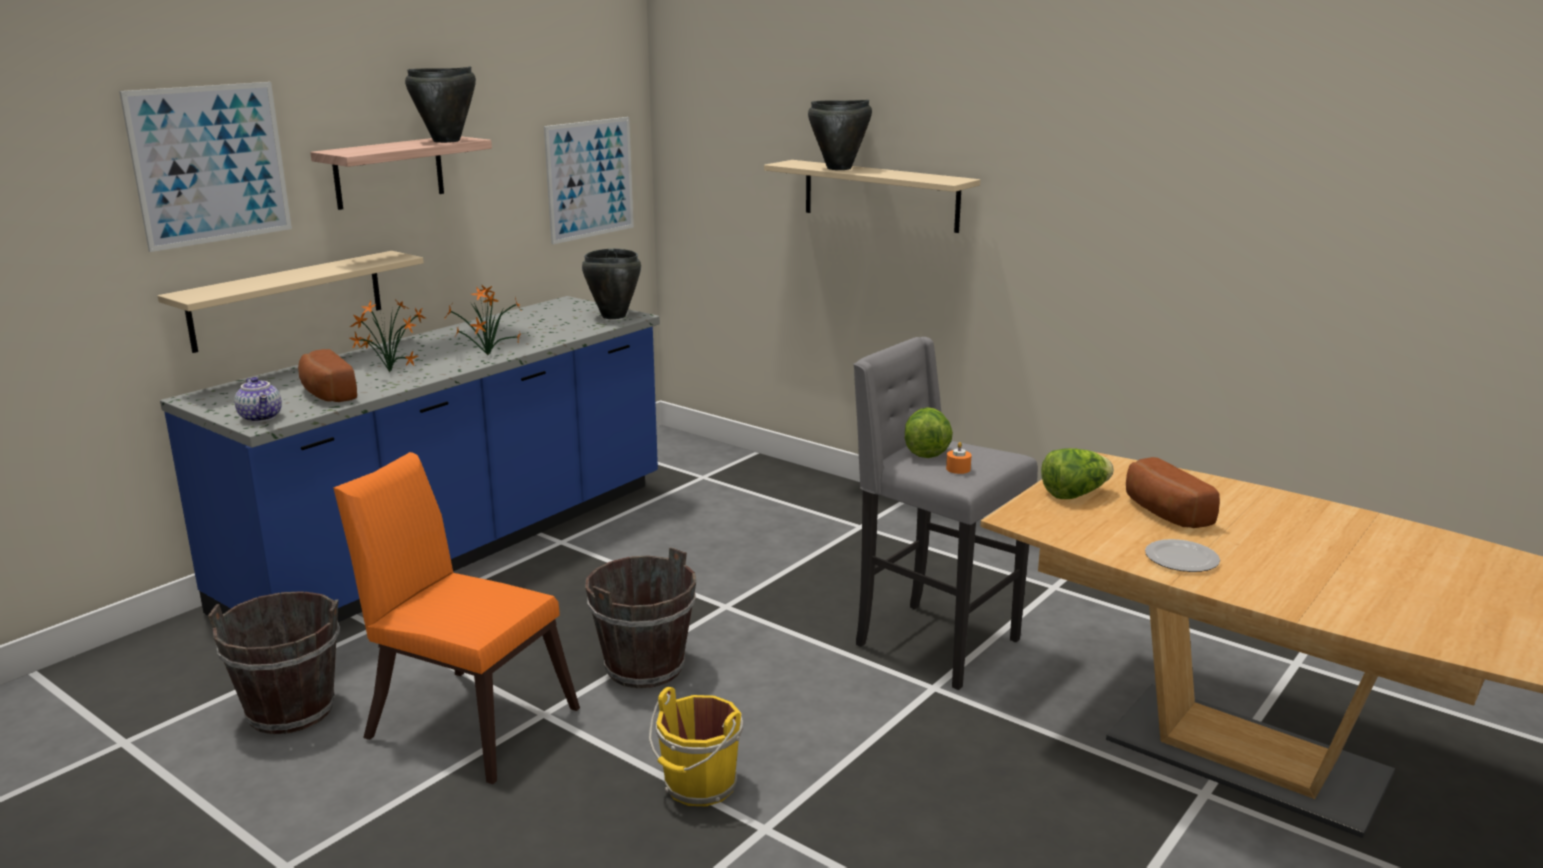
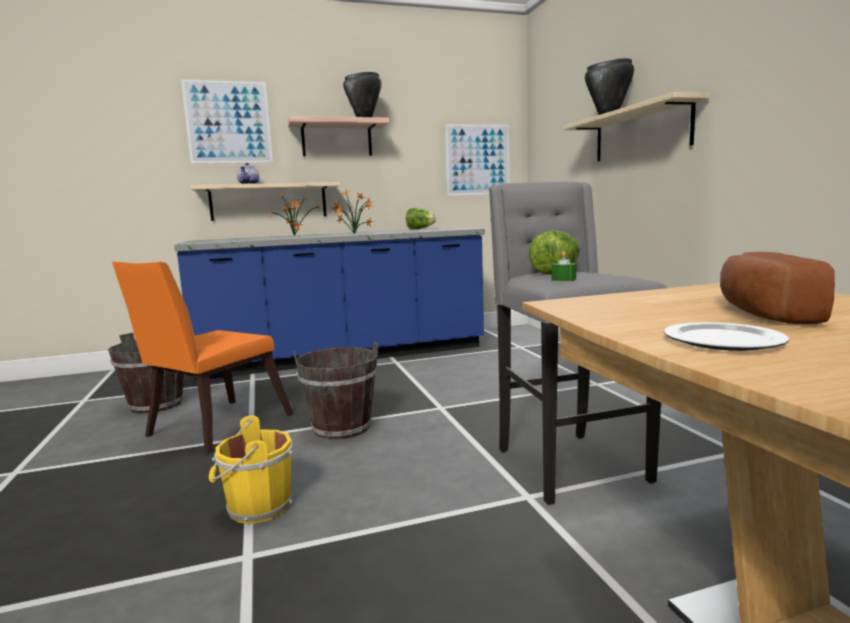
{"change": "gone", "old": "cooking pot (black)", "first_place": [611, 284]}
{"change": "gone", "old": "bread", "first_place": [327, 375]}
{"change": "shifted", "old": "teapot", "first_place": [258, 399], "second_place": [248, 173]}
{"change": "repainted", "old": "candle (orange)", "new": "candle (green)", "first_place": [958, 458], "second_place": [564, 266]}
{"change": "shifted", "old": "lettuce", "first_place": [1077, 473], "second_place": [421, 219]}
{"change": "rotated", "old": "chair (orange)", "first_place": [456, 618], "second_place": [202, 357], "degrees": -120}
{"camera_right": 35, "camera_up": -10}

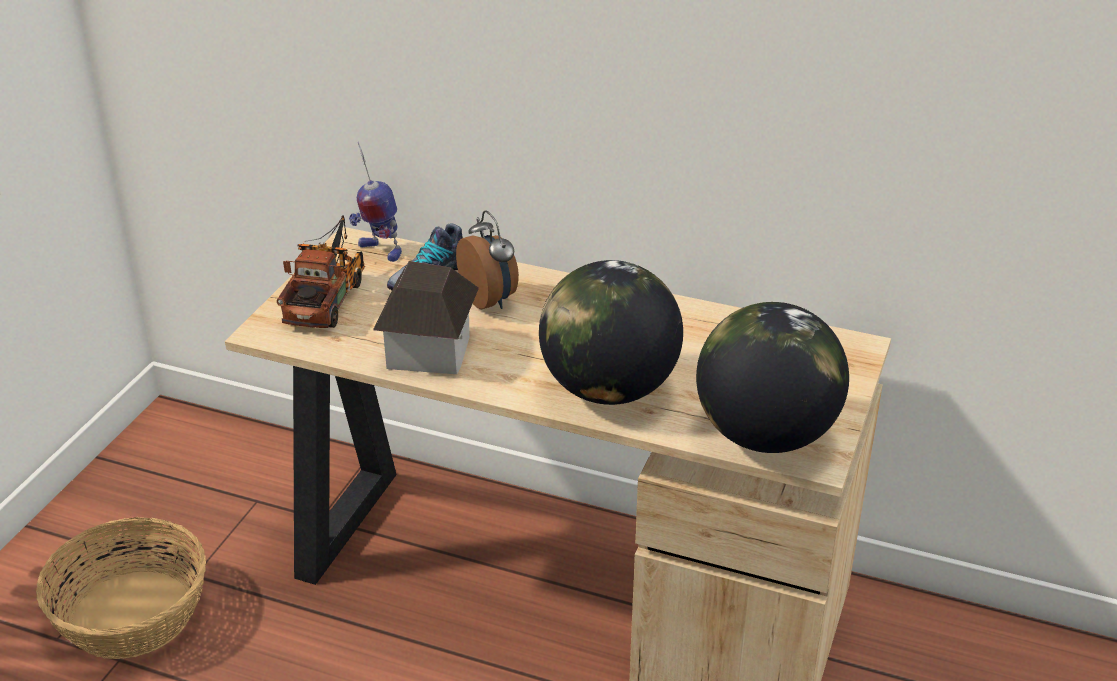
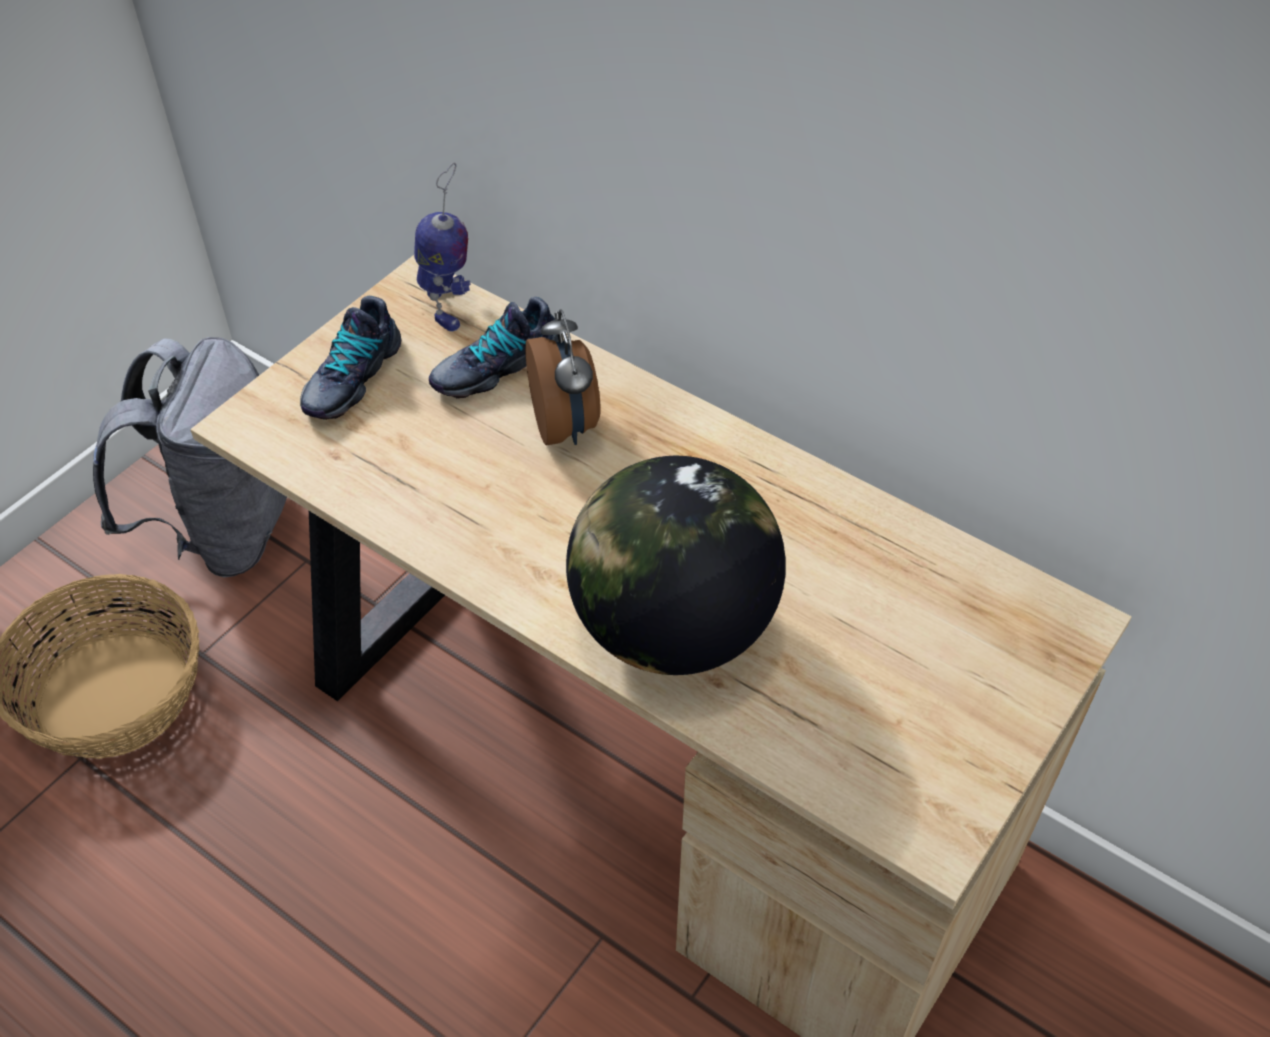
{"change": "rotated", "old": "toy robot", "first_place": [375, 202], "second_place": [442, 247], "degrees": -150}
{"change": "swapped", "old": "toy truck", "new": "shoe", "first_place": [321, 272], "second_place": [350, 358]}
{"change": "gone", "old": "toy house", "first_place": [426, 317]}
{"change": "gone", "old": "globe", "first_place": [772, 377]}
{"change": "new", "new": "backpack (grey)", "second_place": [190, 457]}
{"camera_right": 15, "camera_up": 15}

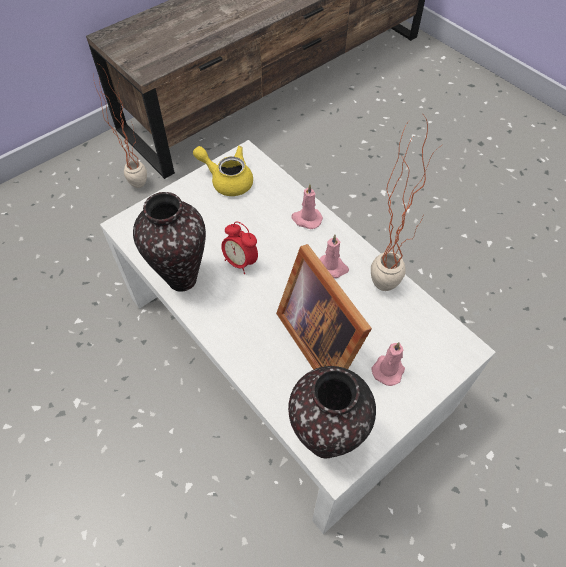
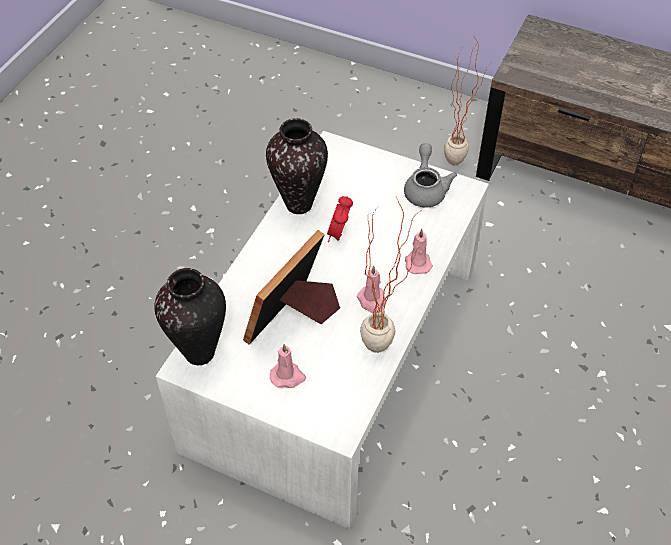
{"change": "repainted", "old": "teapot (yellow)", "new": "teapot (grey)", "first_place": [223, 171], "second_place": [430, 175]}
{"camera_right": 65, "camera_up": -5}

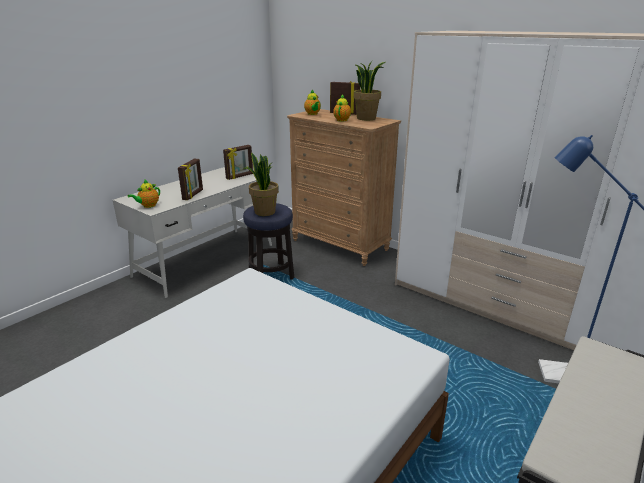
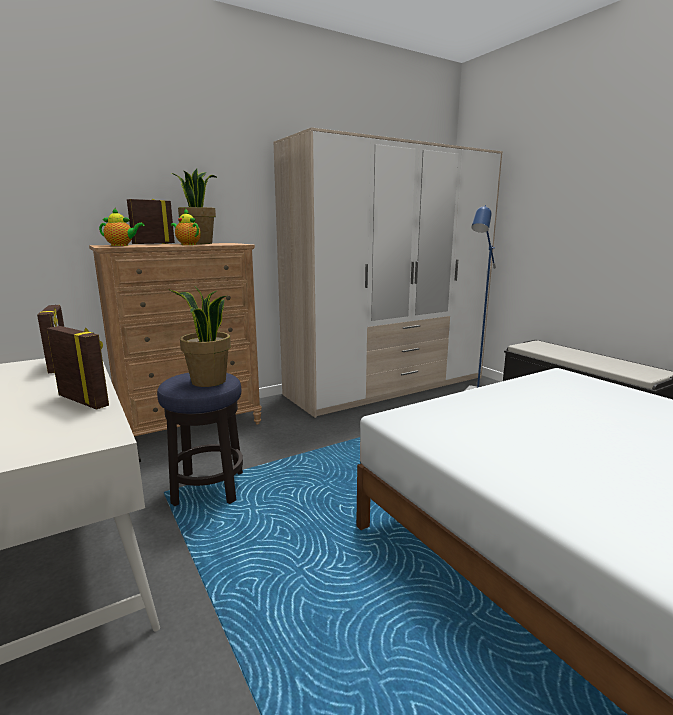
{"change": "gone", "old": "teapot", "first_place": [144, 193]}
{"camera_right": -70, "camera_up": -10}

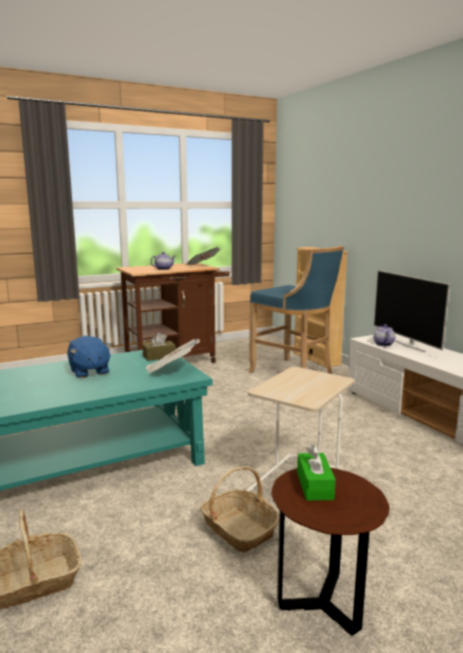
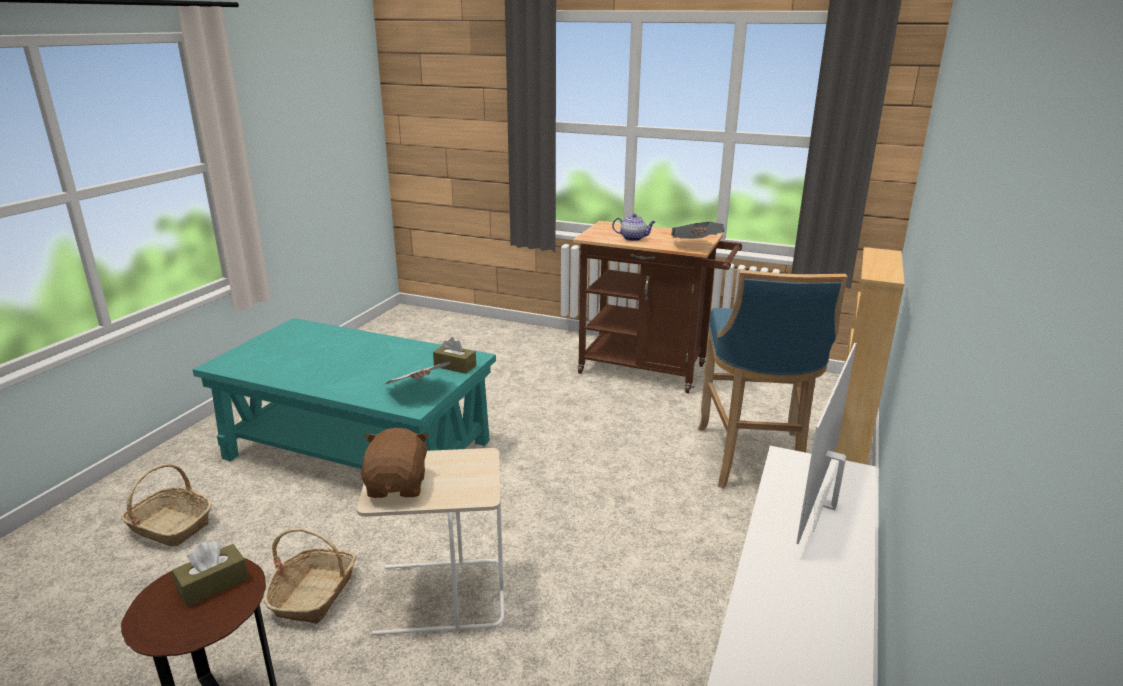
{"change": "gone", "old": "teapot", "first_place": [384, 335]}
{"change": "gone", "old": "plush toy (blue)", "first_place": [89, 357]}
{"change": "repainted", "old": "tissue box (green)", "new": "tissue box (brown)", "first_place": [316, 473], "second_place": [210, 574]}
{"change": "new", "new": "plush toy (brown)", "second_place": [395, 463]}
{"camera_right": 50, "camera_up": 10}

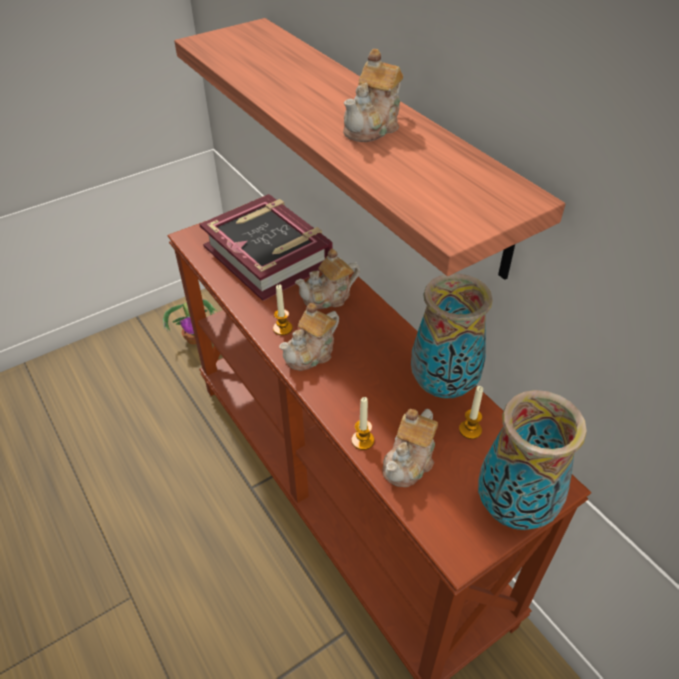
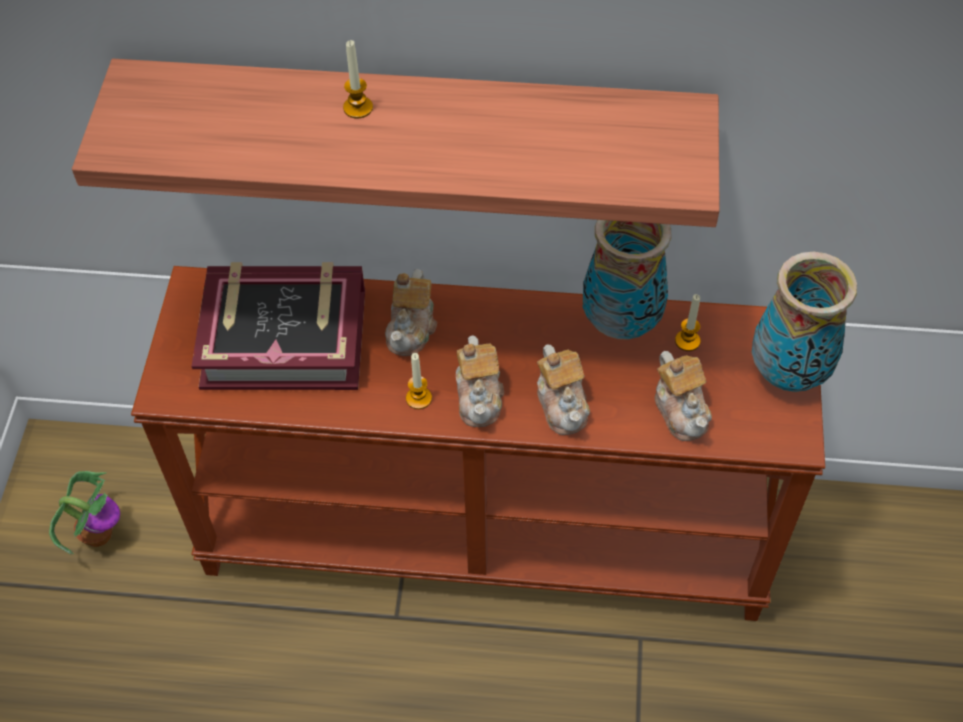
{"change": "shifted", "old": "teapot", "first_place": [373, 95], "second_place": [563, 389]}
{"change": "shifted", "old": "candle", "first_place": [363, 423], "second_place": [358, 79]}
{"camera_right": -50, "camera_up": 10}

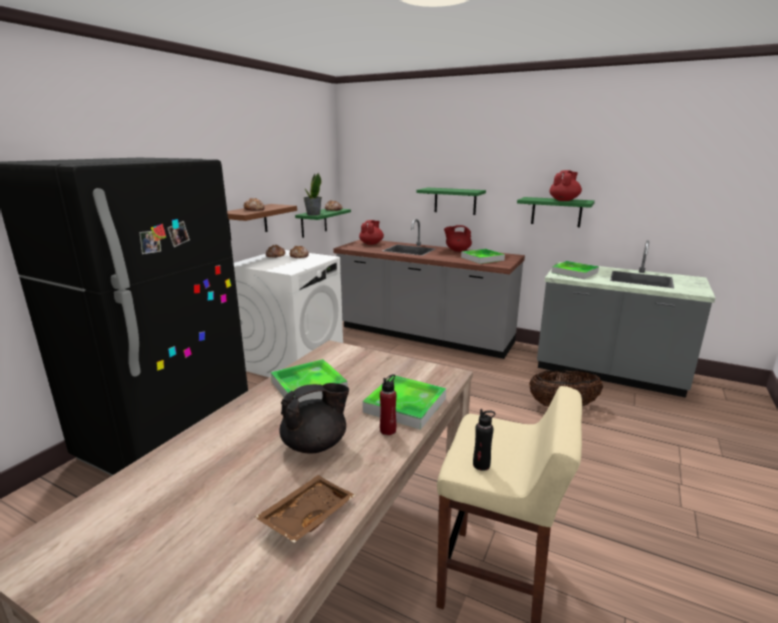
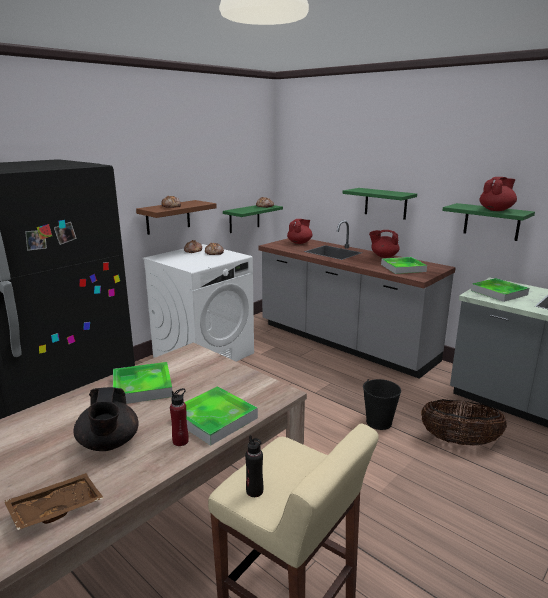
{"change": "gone", "old": "potted plant", "first_place": [313, 194]}
{"change": "rotated", "old": "teapot (black)", "first_place": [314, 418], "second_place": [106, 419], "degrees": 90}
{"change": "new", "new": "bucket (black)", "second_place": [382, 404]}
{"camera_right": 15, "camera_up": 0}

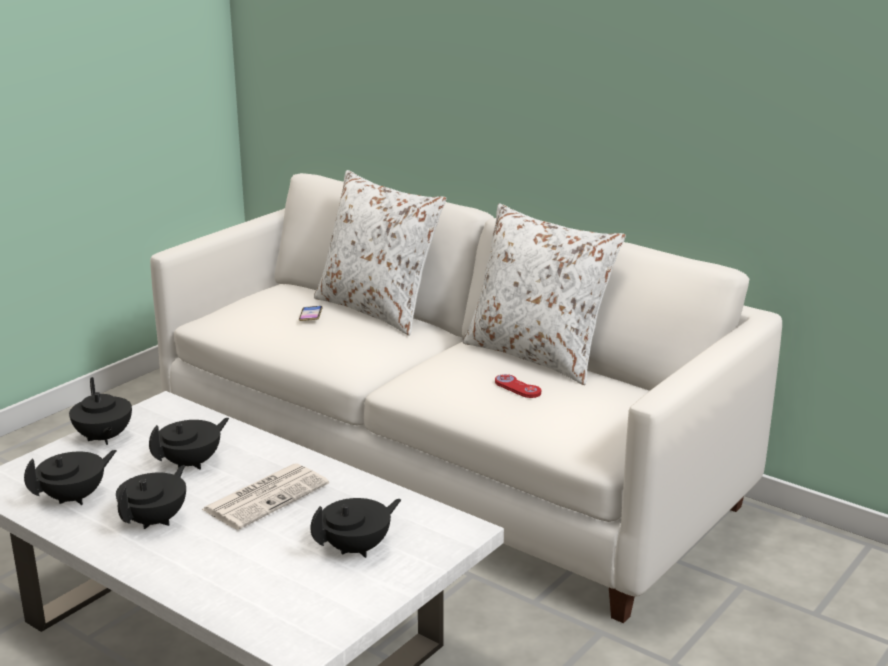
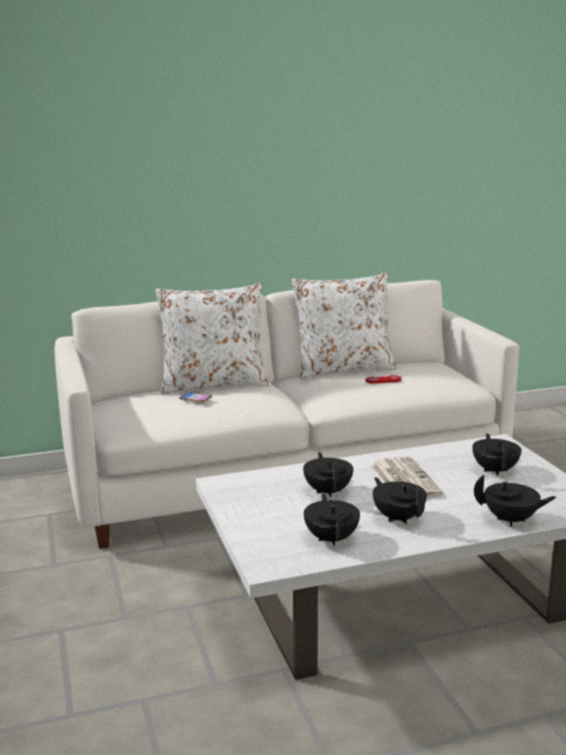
{"change": "shifted", "old": "teapot (black)", "first_place": [100, 411], "second_place": [515, 501]}
{"camera_right": -55, "camera_up": -5}

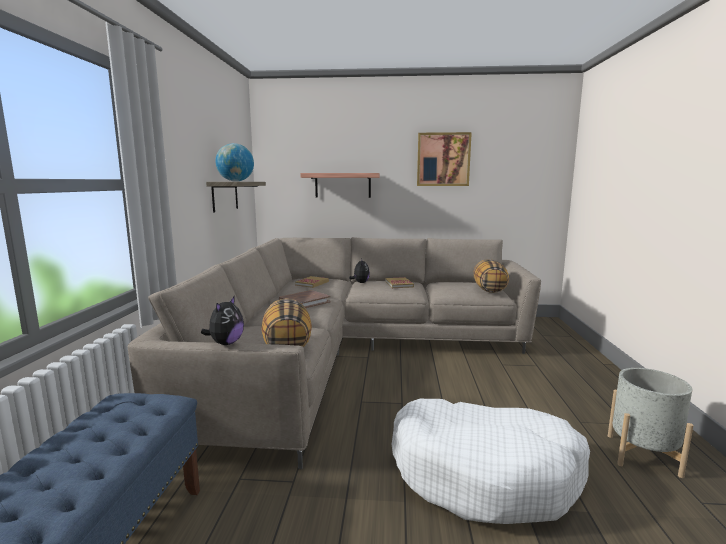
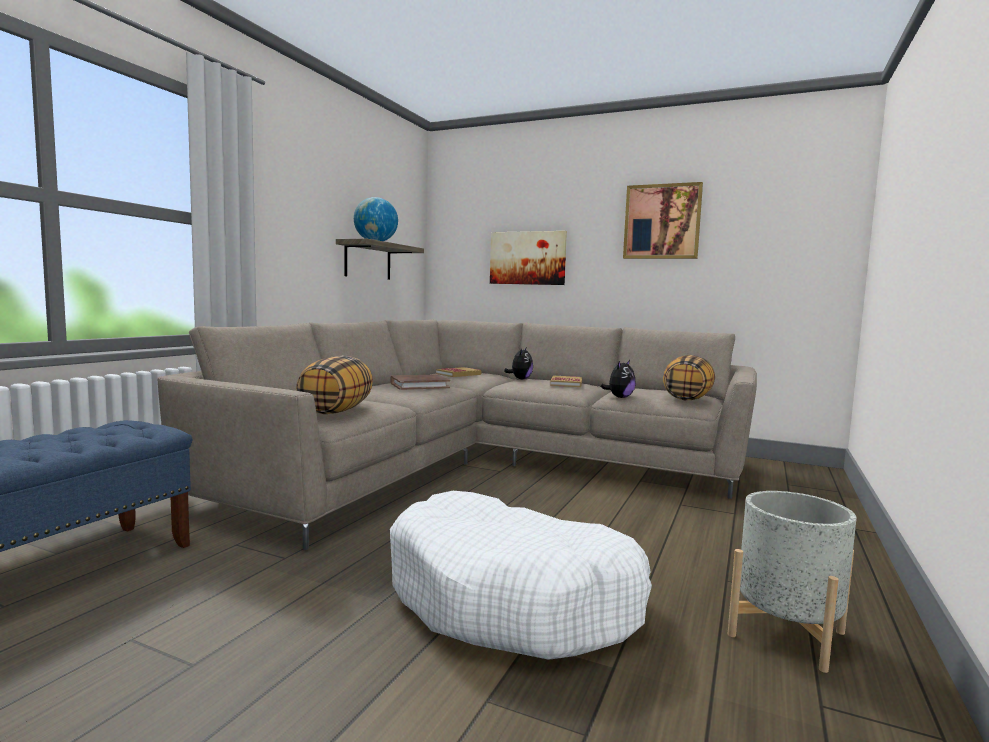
{"change": "swapped", "old": "shelf", "new": "picture", "first_place": [340, 185], "second_place": [528, 258]}
{"change": "shifted", "old": "plush toy", "first_place": [222, 320], "second_place": [618, 379]}
{"camera_right": 20, "camera_up": -5}

